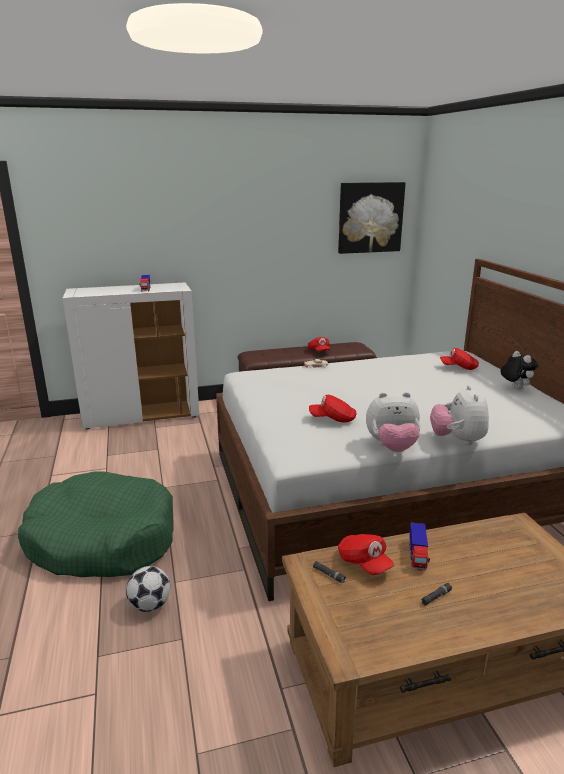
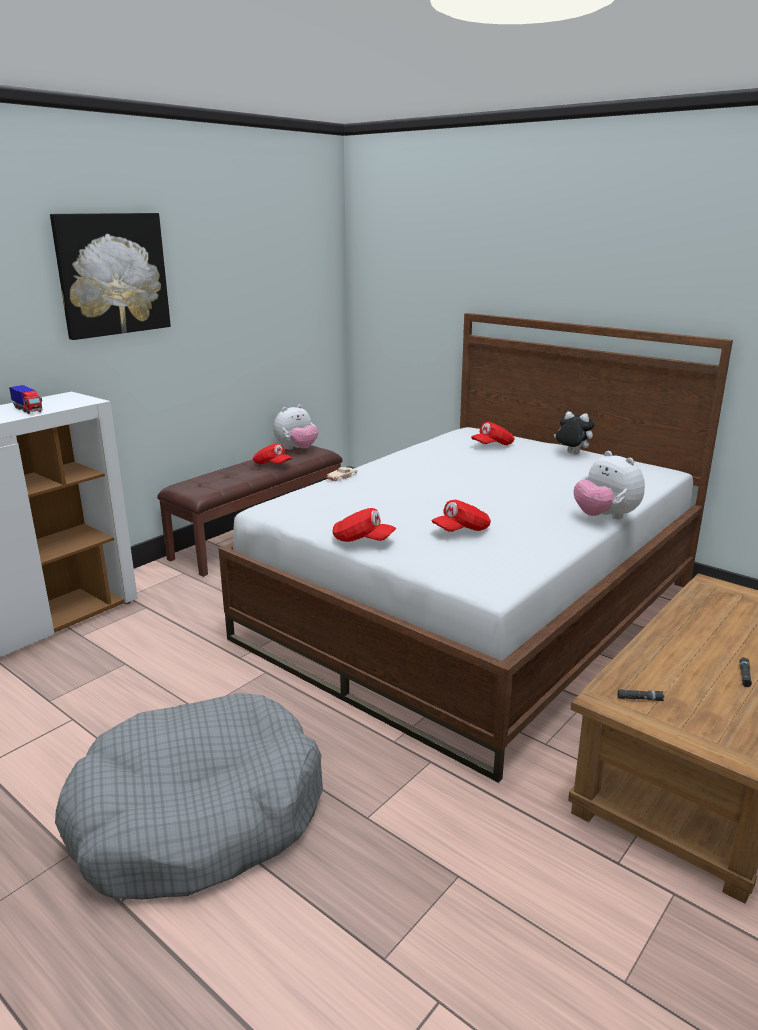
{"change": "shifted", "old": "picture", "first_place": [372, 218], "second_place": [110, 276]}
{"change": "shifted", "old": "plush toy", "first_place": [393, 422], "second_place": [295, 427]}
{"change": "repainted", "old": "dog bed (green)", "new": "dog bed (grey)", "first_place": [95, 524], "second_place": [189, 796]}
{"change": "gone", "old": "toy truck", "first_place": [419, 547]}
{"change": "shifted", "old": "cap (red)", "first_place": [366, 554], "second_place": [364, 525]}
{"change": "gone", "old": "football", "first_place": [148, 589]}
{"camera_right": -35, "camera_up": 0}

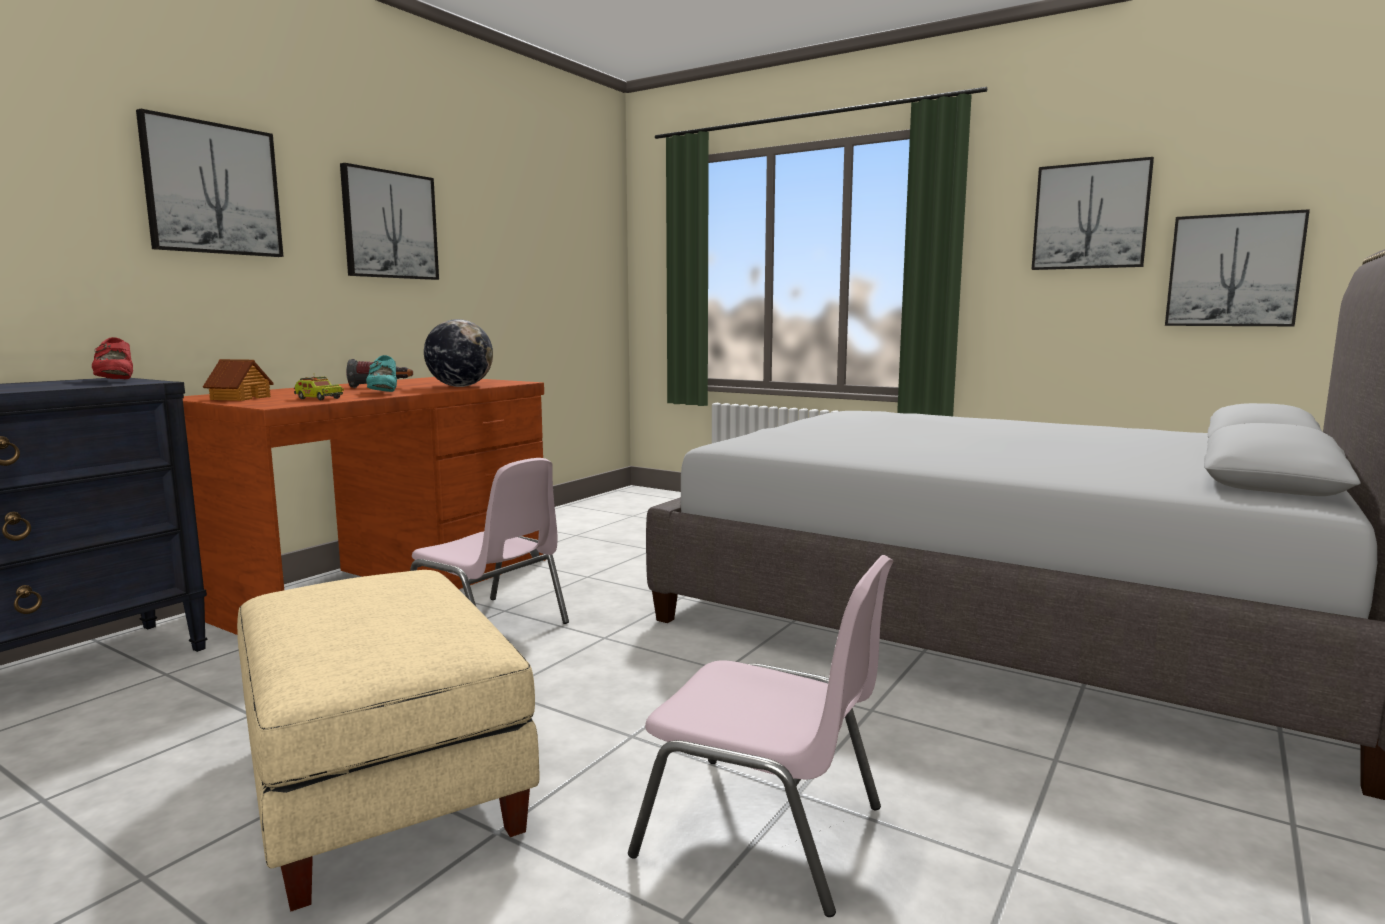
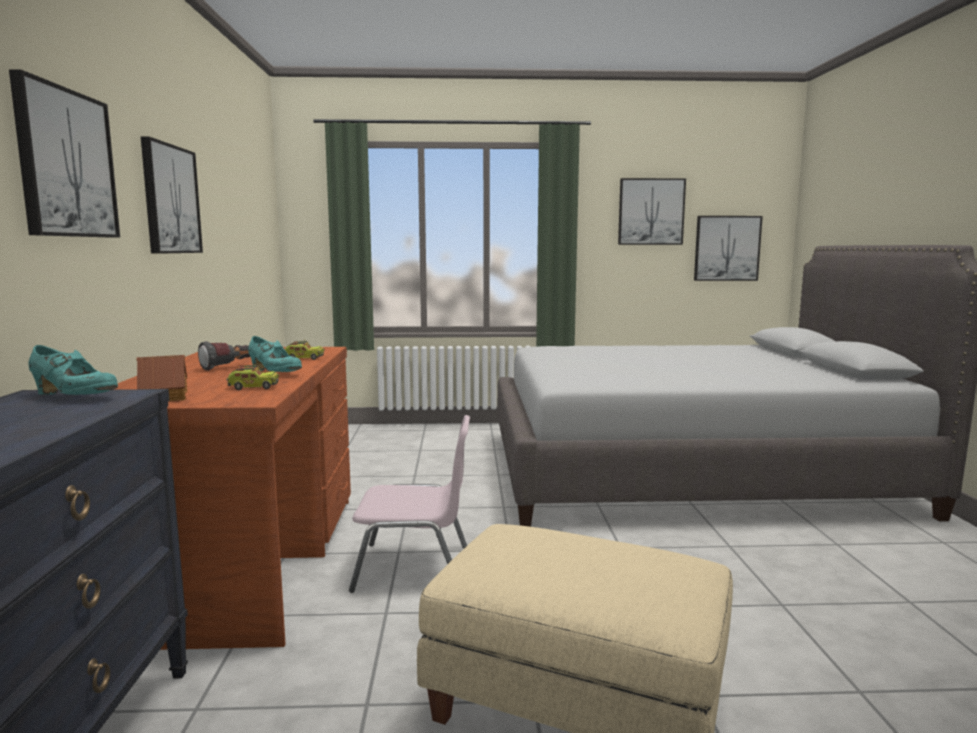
{"change": "swapped", "old": "globe", "new": "toy truck", "first_place": [458, 353], "second_place": [305, 349]}
{"change": "repainted", "old": "shoe (red)", "new": "shoe (turquoise)", "first_place": [112, 358], "second_place": [73, 370]}
{"change": "gone", "old": "chair (pink)", "first_place": [760, 736]}
{"camera_right": -35, "camera_up": 0}

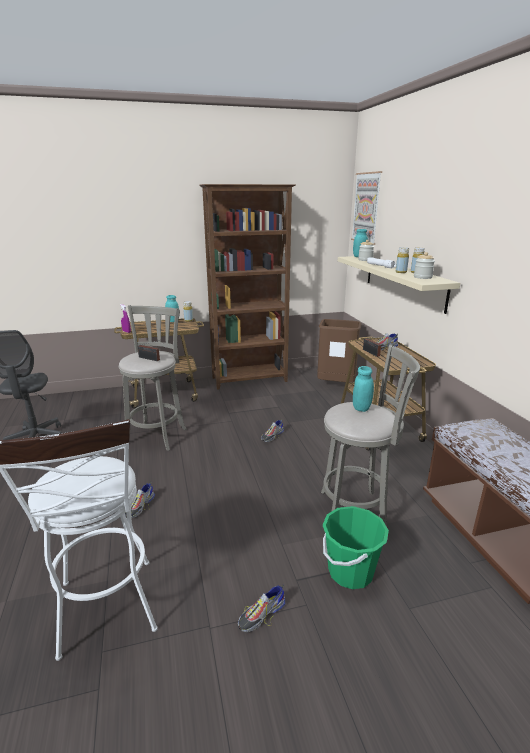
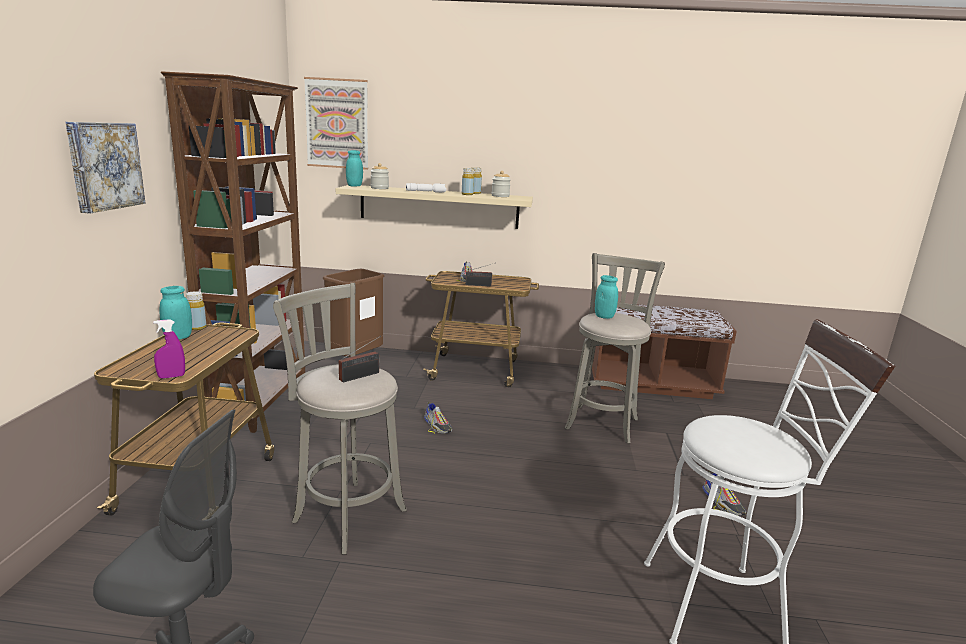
{"change": "gone", "old": "shoe", "first_place": [140, 500]}
{"change": "gone", "old": "bucket (green)", "first_place": [356, 547]}
{"change": "new", "new": "picture", "second_place": [106, 167]}
{"camera_right": -70, "camera_up": -5}

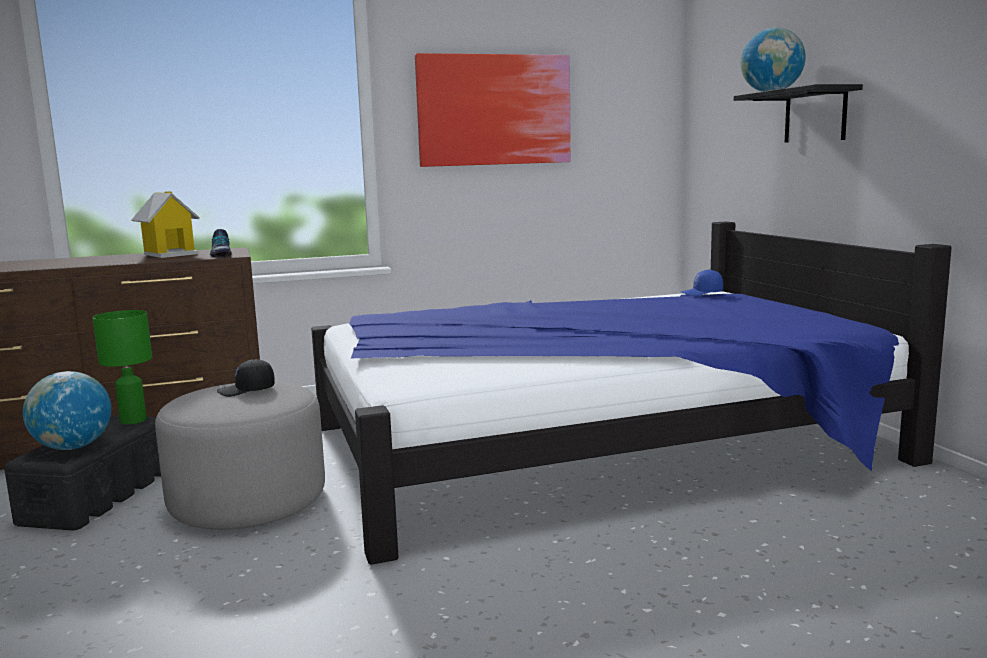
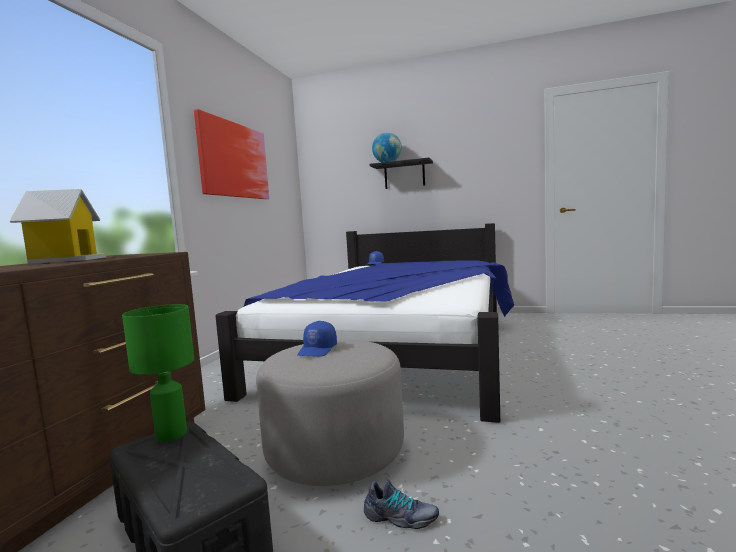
{"change": "shifted", "old": "shoe", "first_place": [221, 243], "second_place": [401, 504]}
{"change": "repainted", "old": "cap (black)", "new": "cap (blue)", "first_place": [246, 378], "second_place": [317, 339]}
{"change": "gone", "old": "globe", "first_place": [67, 410]}
{"camera_right": -55, "camera_up": -5}

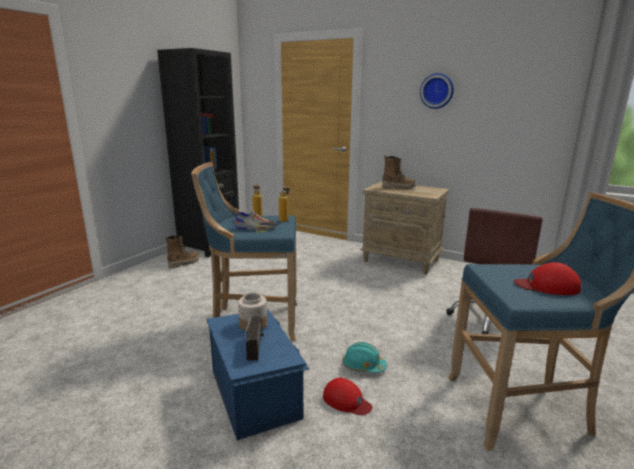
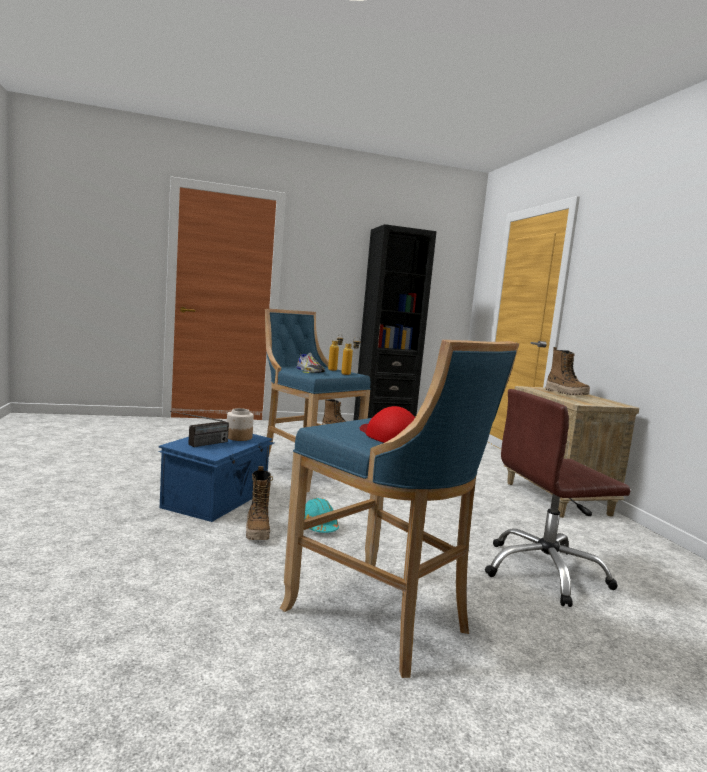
{"change": "gone", "old": "wall clock", "first_place": [437, 91]}
{"change": "swapped", "old": "cap (red)", "new": "boot", "first_place": [347, 396], "second_place": [259, 503]}
{"camera_right": 45, "camera_up": -10}

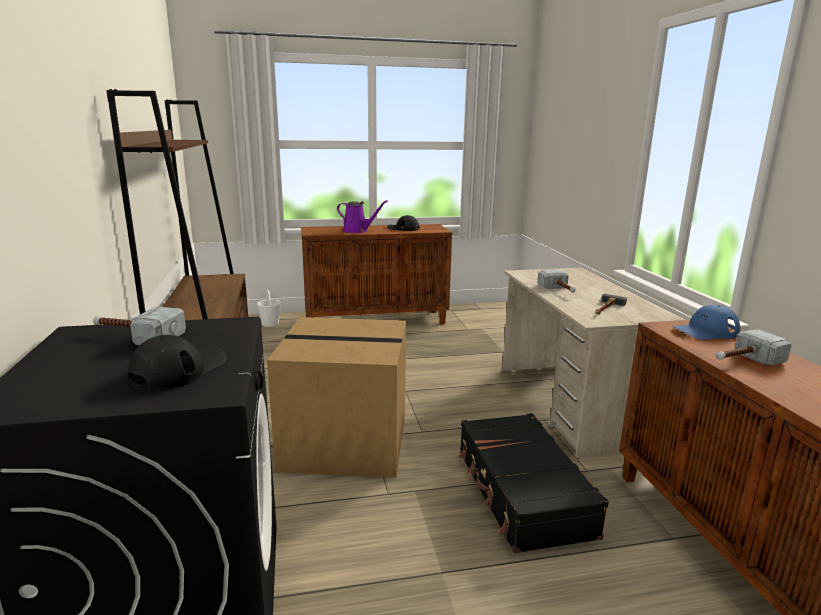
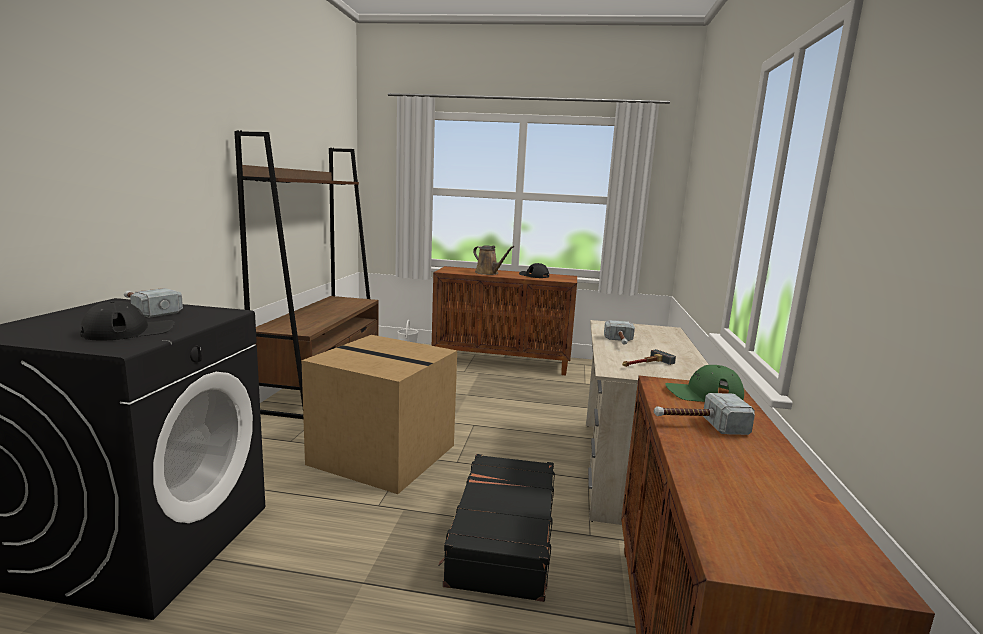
{"change": "repainted", "old": "watering can (purple)", "new": "watering can (brown)", "first_place": [362, 216], "second_place": [493, 260]}
{"change": "repainted", "old": "cap (blue)", "new": "cap (green)", "first_place": [706, 322], "second_place": [704, 383]}
{"camera_right": 20, "camera_up": -5}

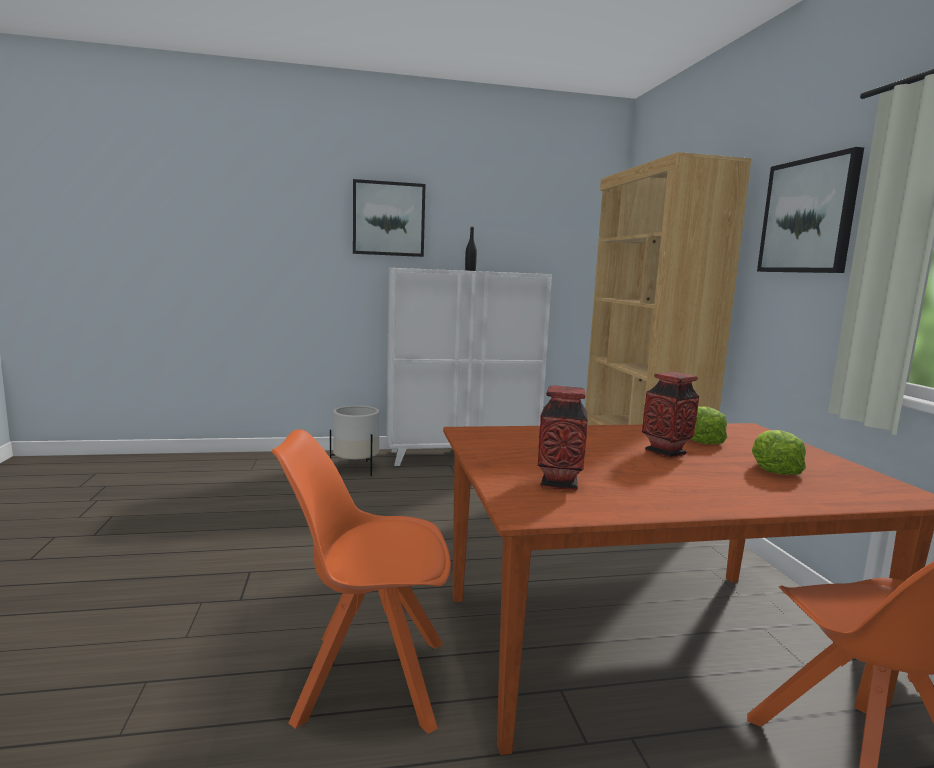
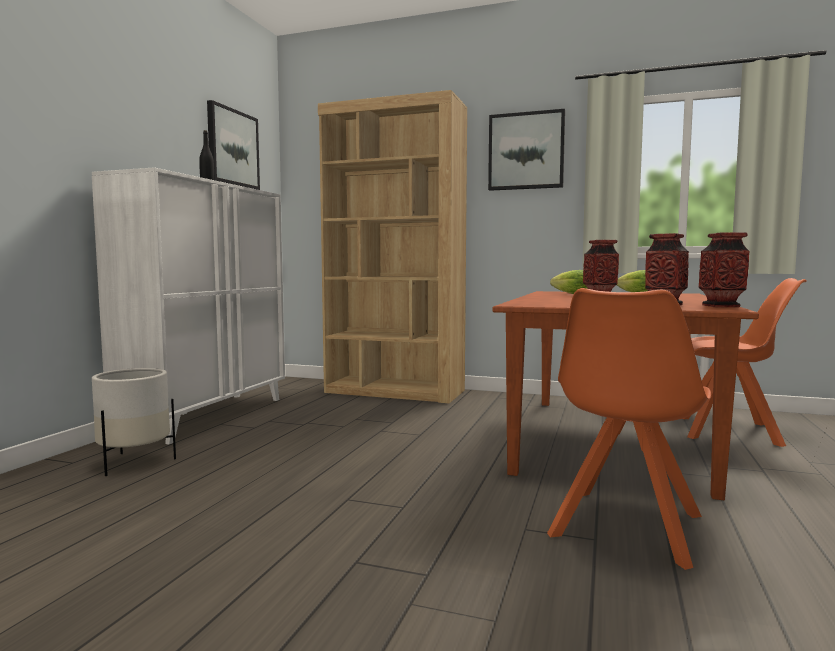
{"change": "shifted", "old": "picture", "first_place": [389, 218], "second_place": [233, 145]}
{"change": "new", "new": "vase", "second_place": [724, 269]}
{"camera_right": -60, "camera_up": -5}

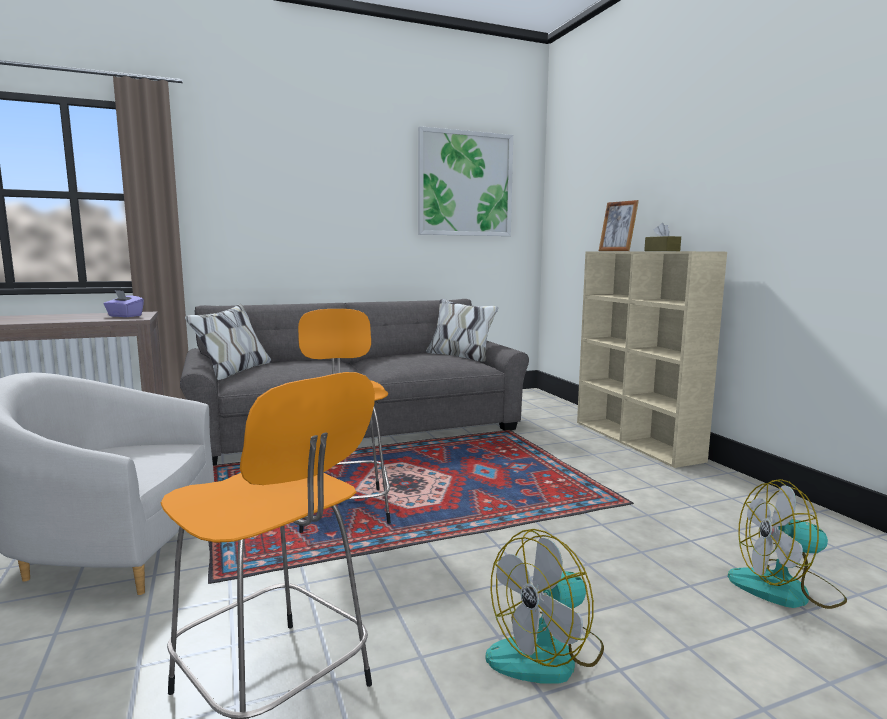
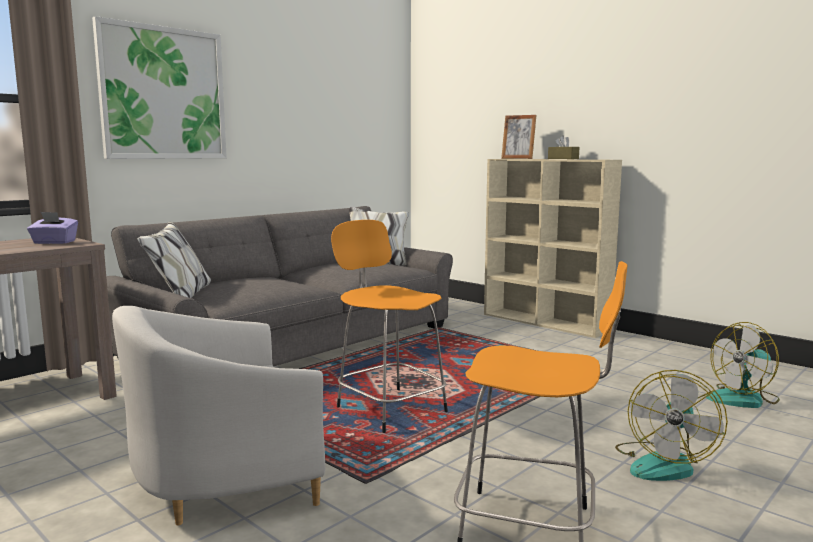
{"change": "shifted", "old": "picture", "first_place": [465, 181], "second_place": [159, 87]}
{"camera_right": -25, "camera_up": 0}

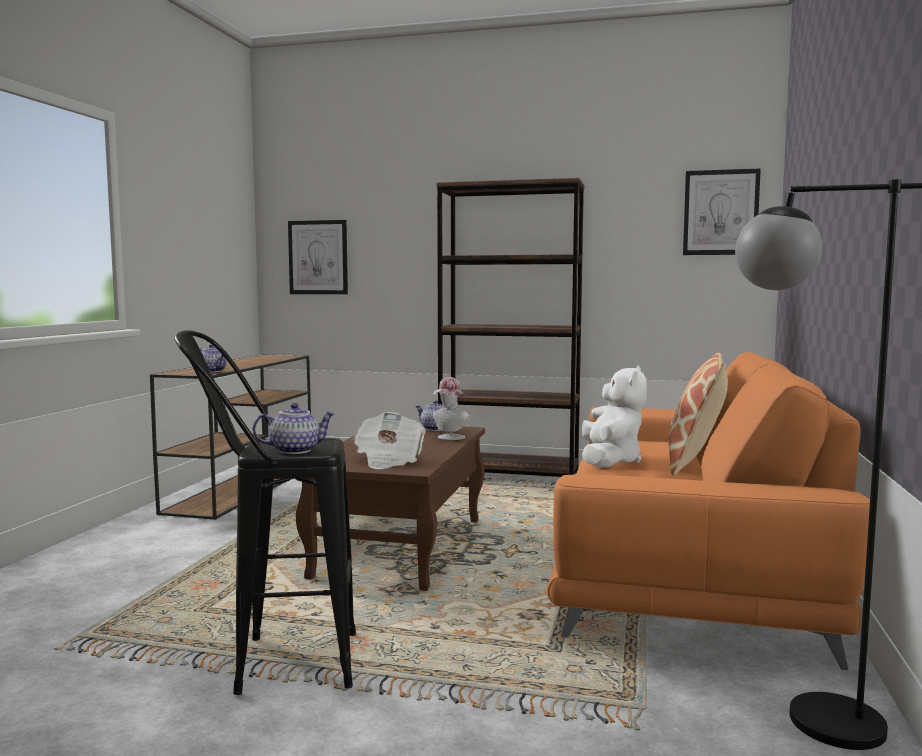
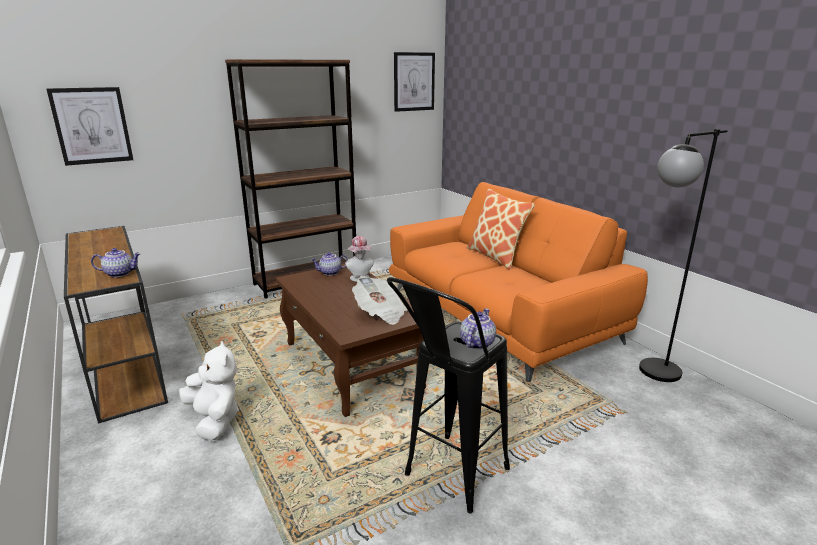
{"change": "shifted", "old": "plush toy (white)", "first_place": [614, 416], "second_place": [209, 390]}
{"camera_right": -45, "camera_up": 15}

